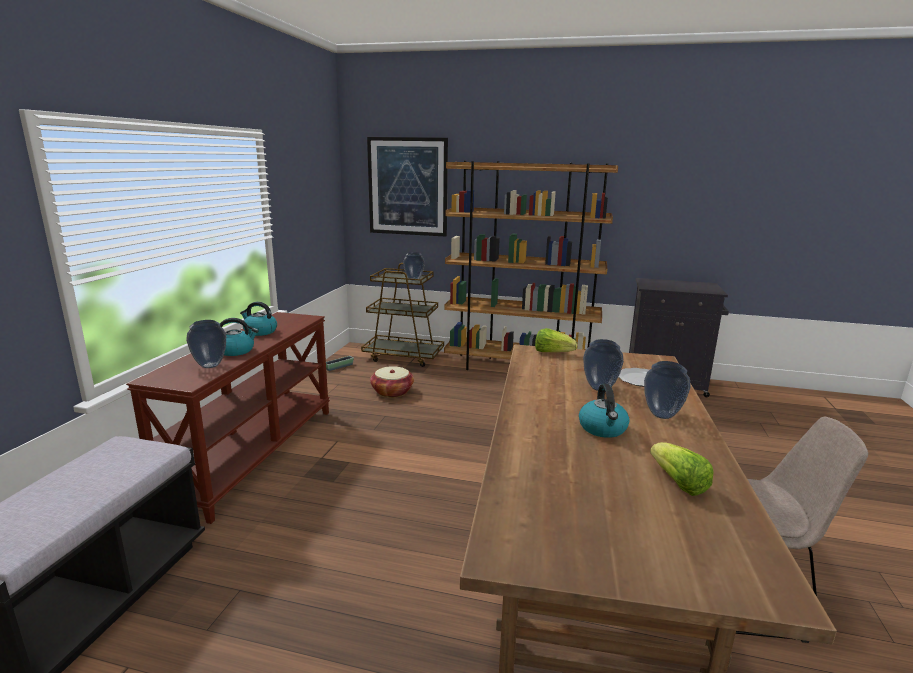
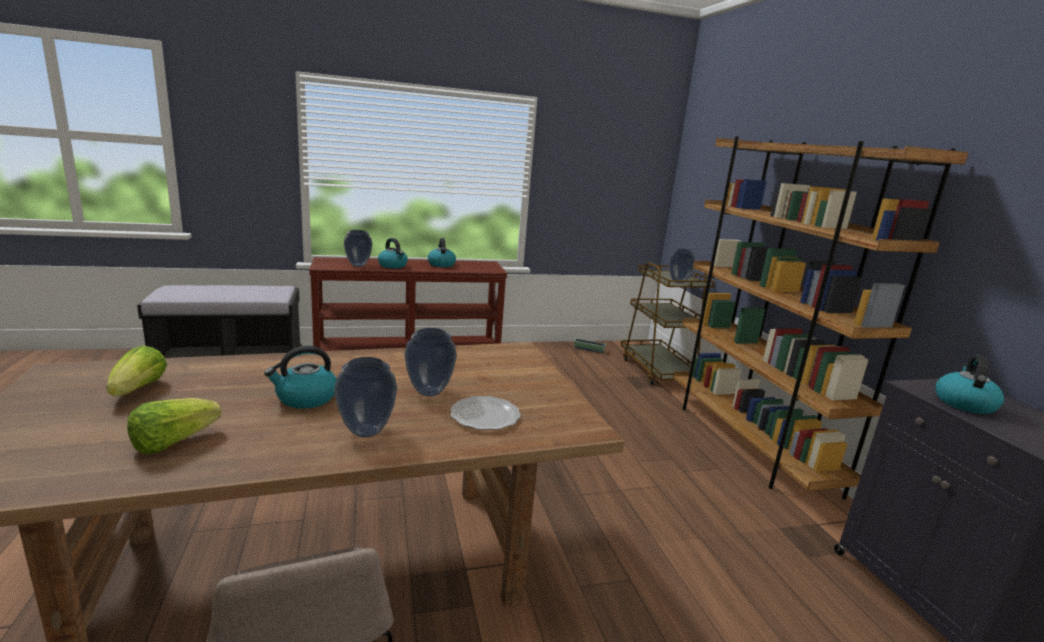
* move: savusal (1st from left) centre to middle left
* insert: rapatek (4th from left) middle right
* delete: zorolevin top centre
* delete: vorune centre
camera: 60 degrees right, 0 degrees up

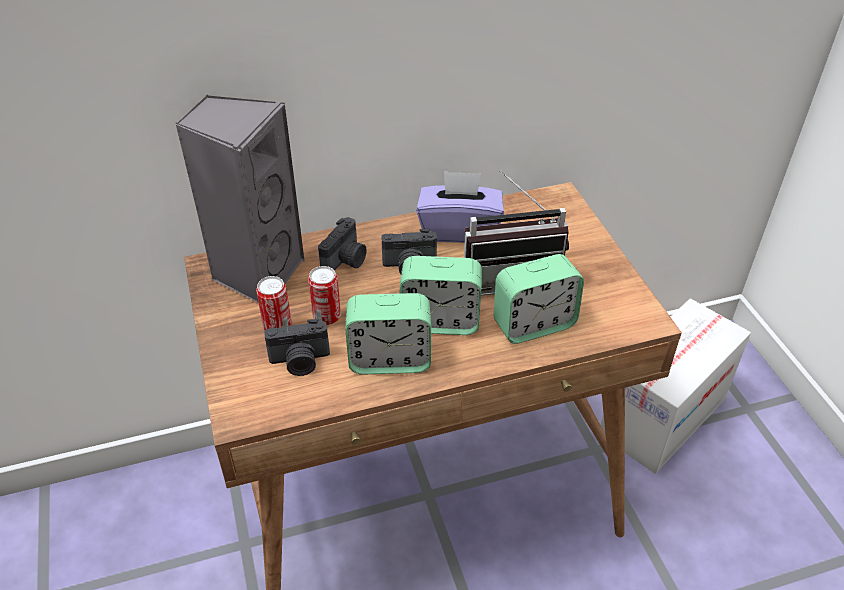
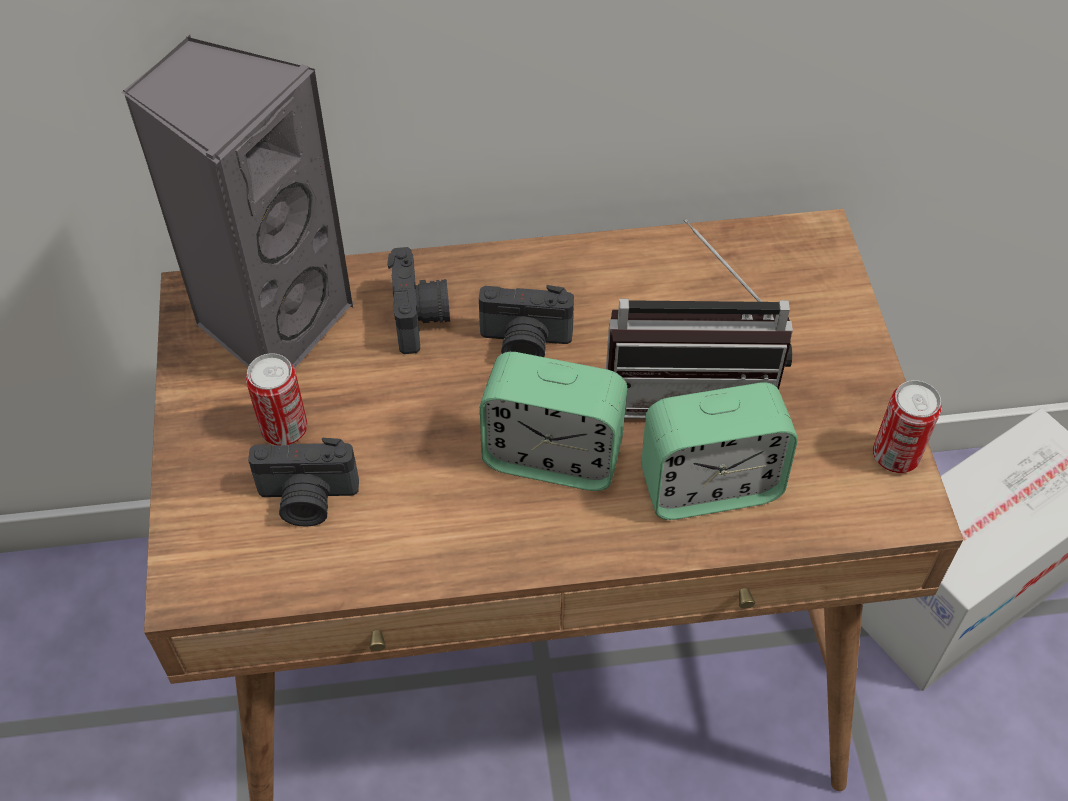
* rotate: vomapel (2nd from left) centre = centre 45 degrees counterclockwise
* move: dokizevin (2nd from left) centre to middle right
* delete: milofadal (1st from left) centre
* delete: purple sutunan centre
camera: 10 degrees right, 10 degrees up

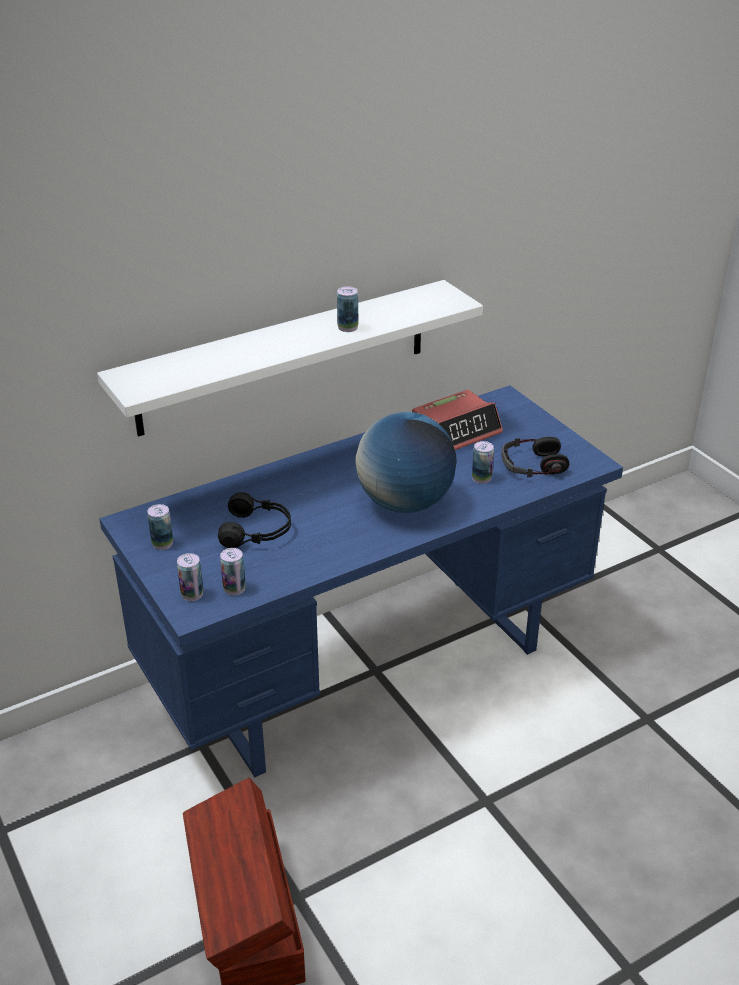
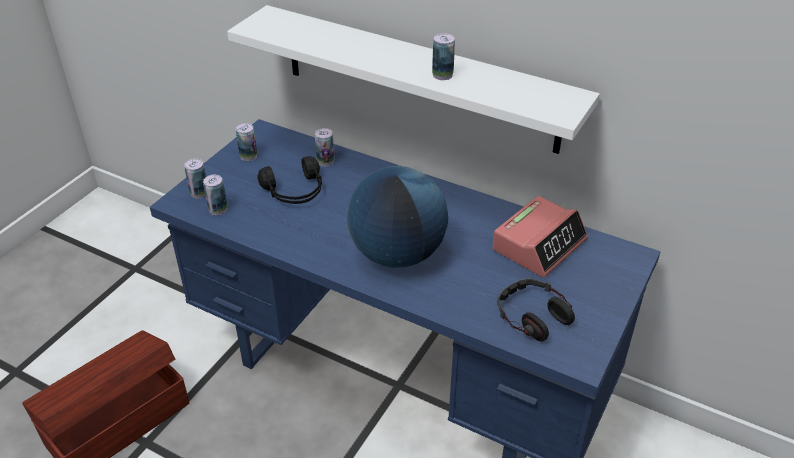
* move: dokizevin (5th from left in the first image) centre to dokizevin (4th from left) top centre
* rotate: milofadal centre = middle right 75 degrees counterclockwise
camera: 60 degrees right, 5 degrees up

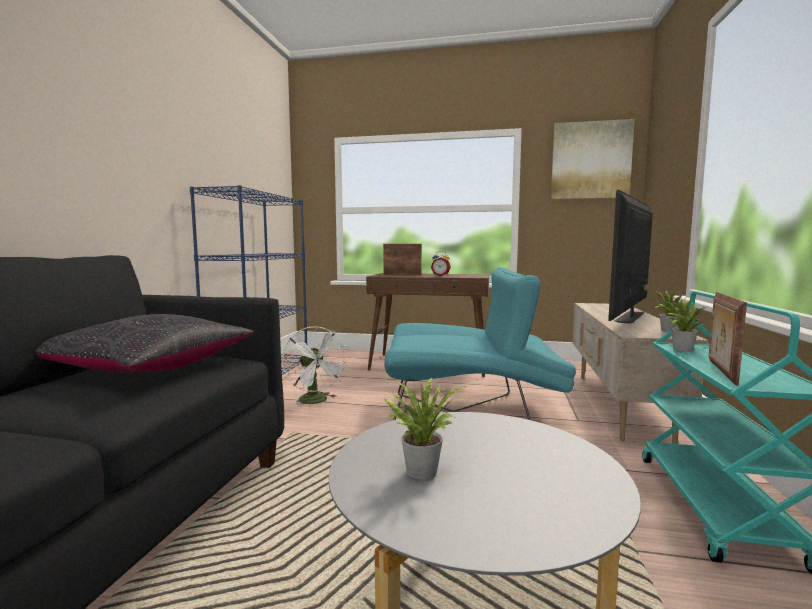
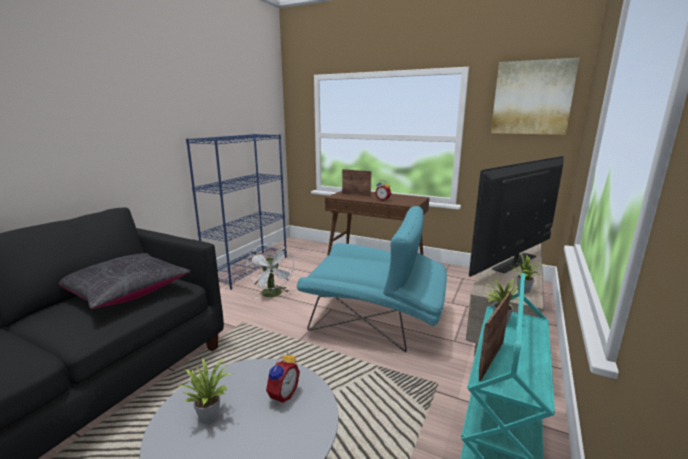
* insert: milofadal (1st from left) bottom centre
camera: 15 degrees right, 10 degrees up

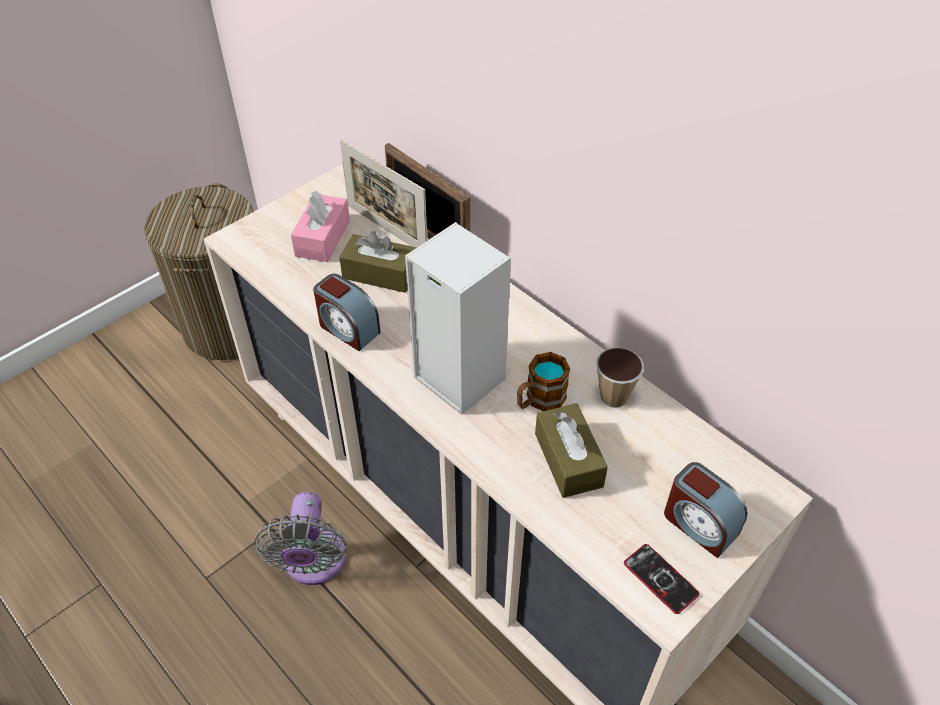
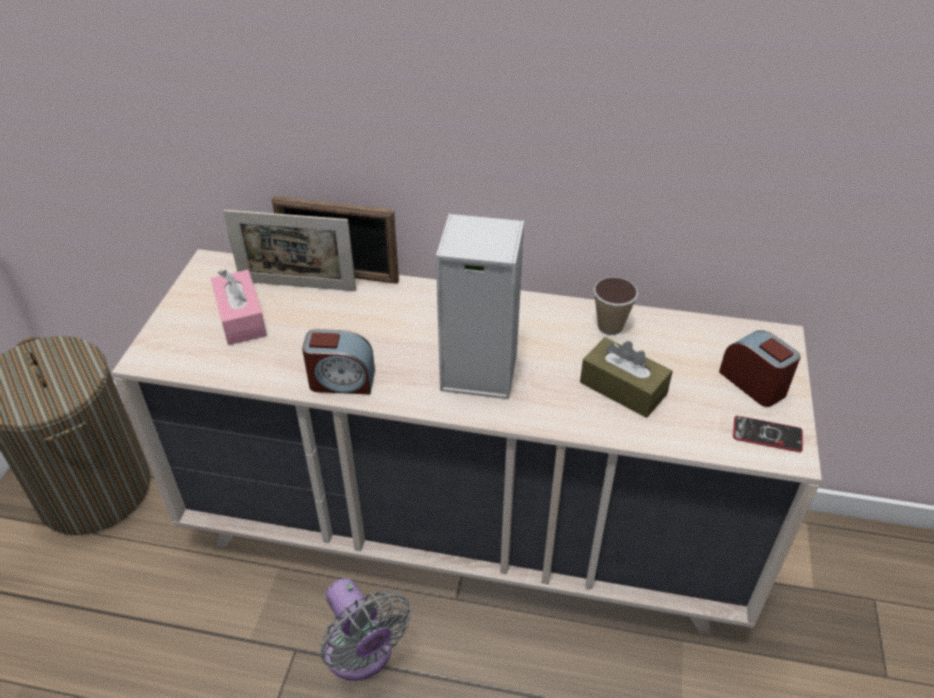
* rotate: milofadal (2nd from left) bottom right = middle right 135 degrees counterclockwise
* delete: brown sutunan (1st from left) centre
* delete: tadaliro centre
camera: 35 degrees left, 5 degrees down

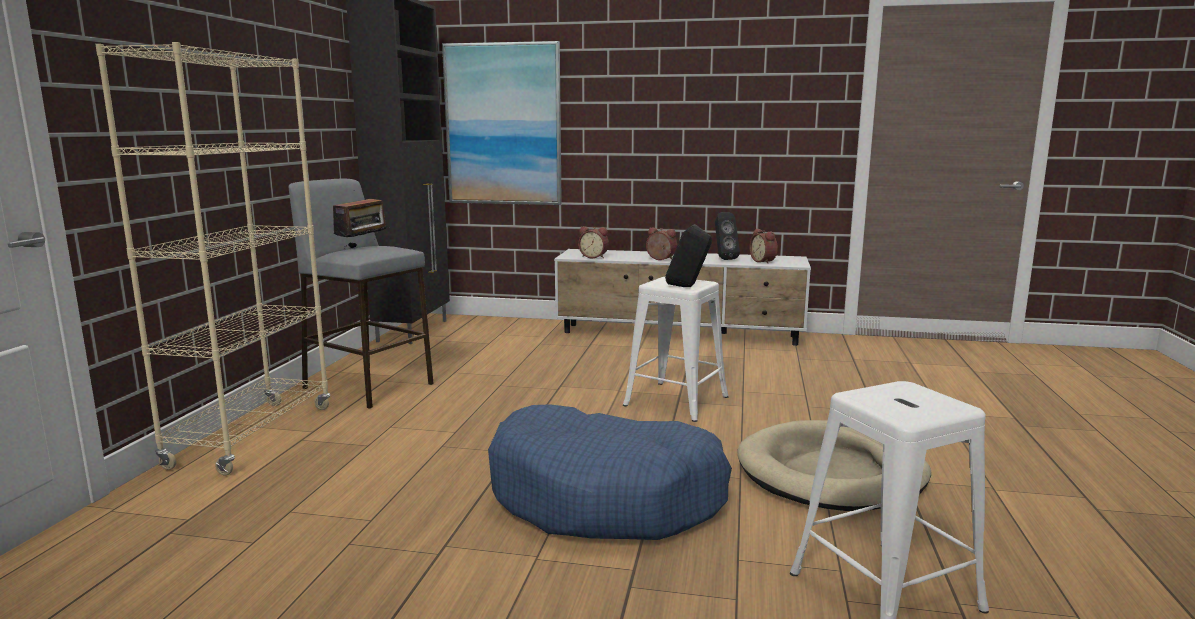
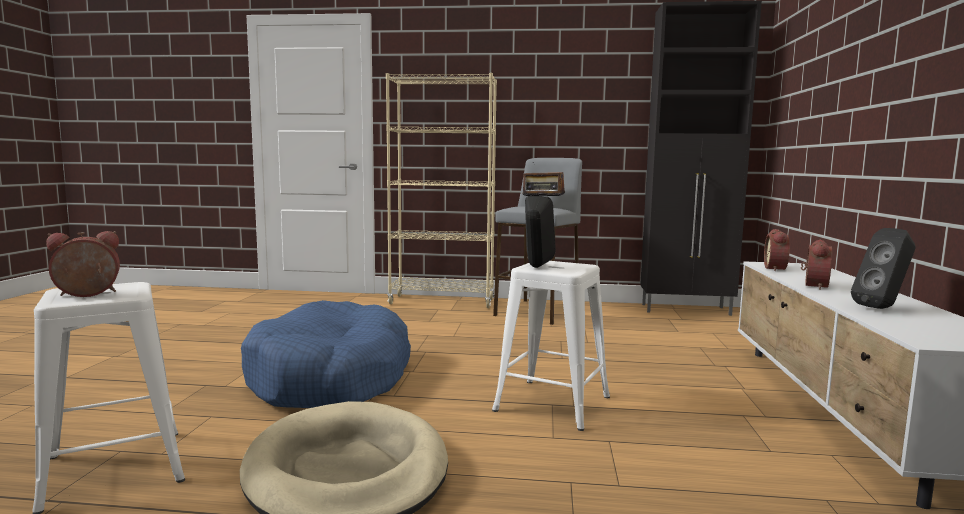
* move: milofadal (3rd from left in the first image) centre to milofadal (1st from left) middle left
* delete: zorolevin top centre
camera: 85 degrees right, 5 degrees down

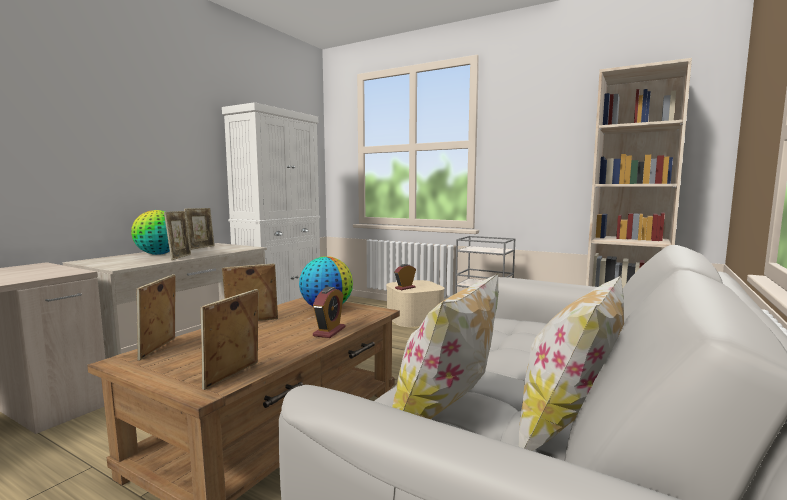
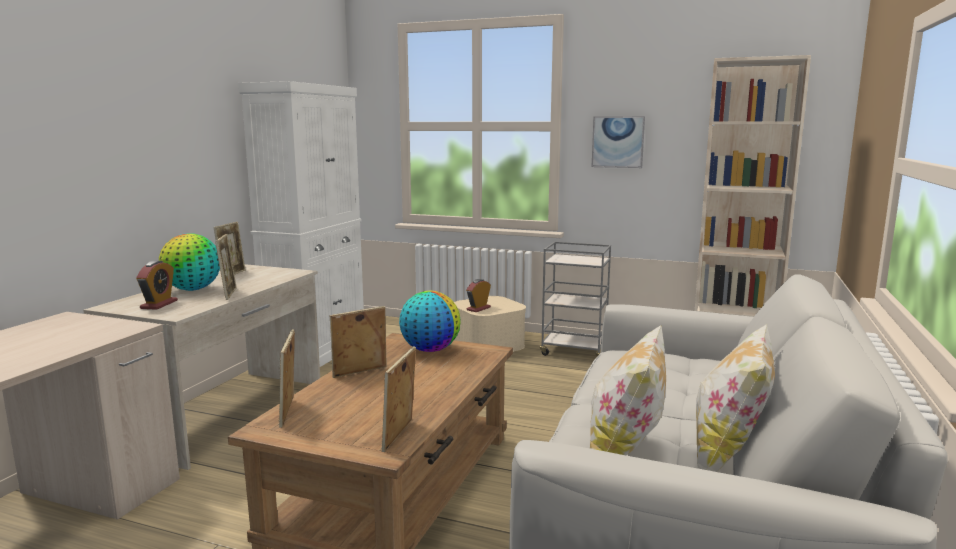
* move: milofadal (1st from left) centre to middle left
* insert: zorolevin top centre
camera: 10 degrees left, 5 degrees up

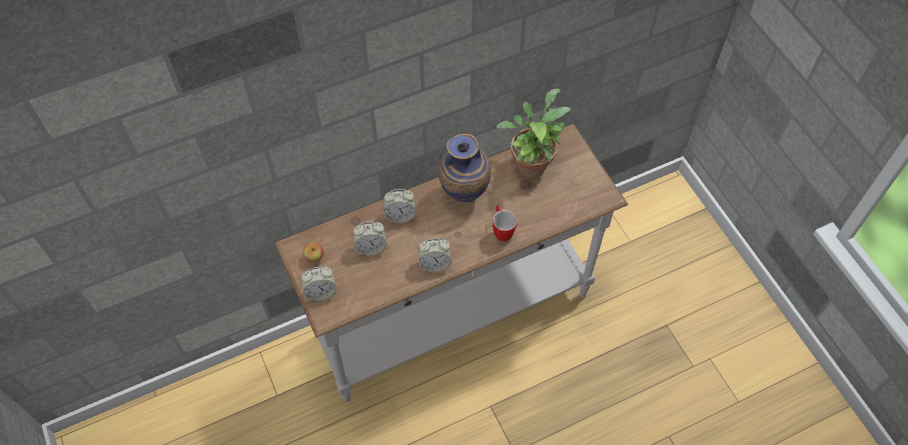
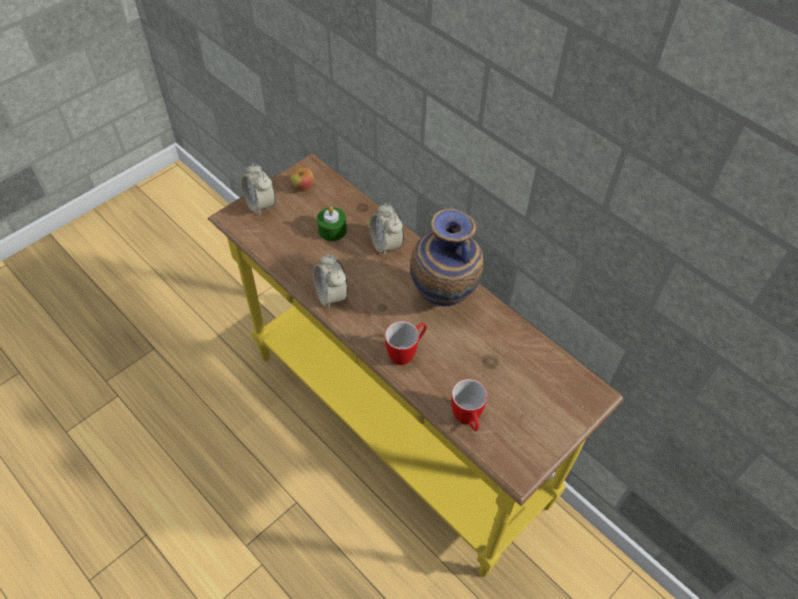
* recolor: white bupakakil centre to yellow bupakakil centre
* replace: milofadal (2nd from left) centre to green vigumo centre
* insert: tadaliro (2nd from left) bottom centre
* delete: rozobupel top centre
camera: 70 degrees right, 5 degrees down

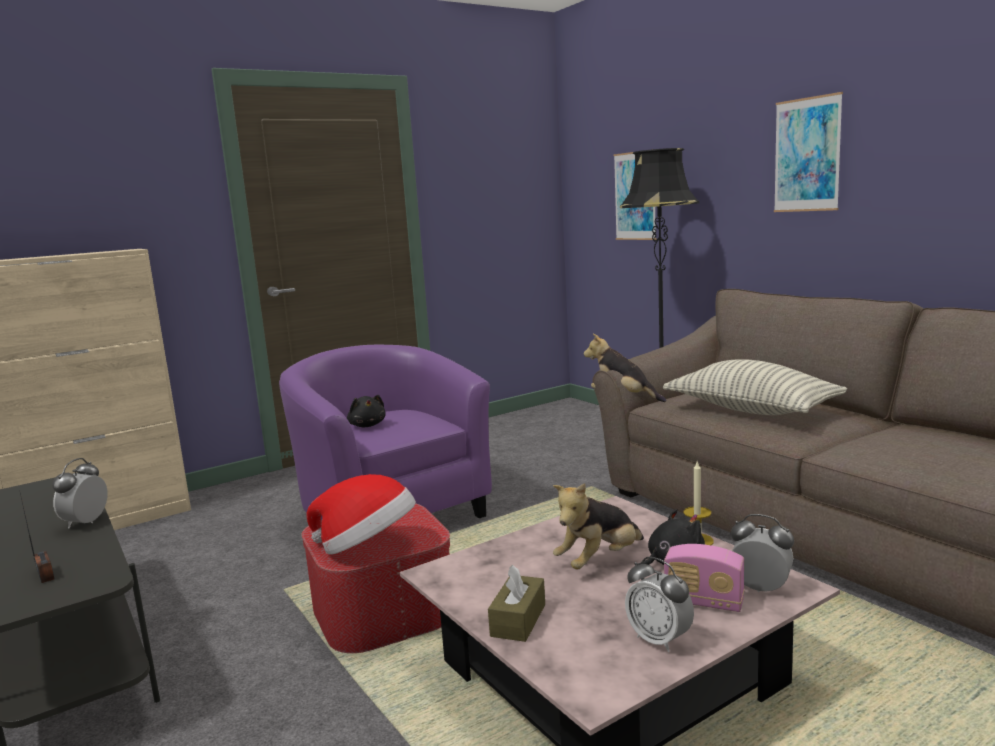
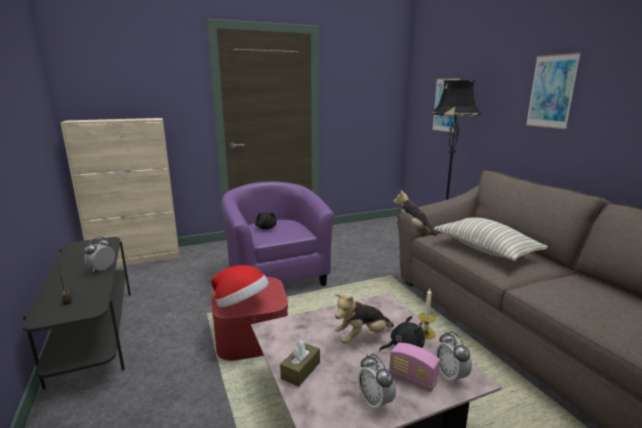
* rotate: milofadal (3rd from left) bottom right = bottom right 150 degrees counterclockwise
camera: 10 degrees right, 5 degrees up

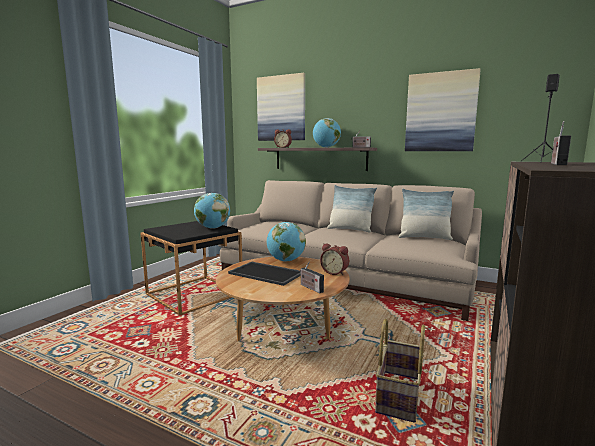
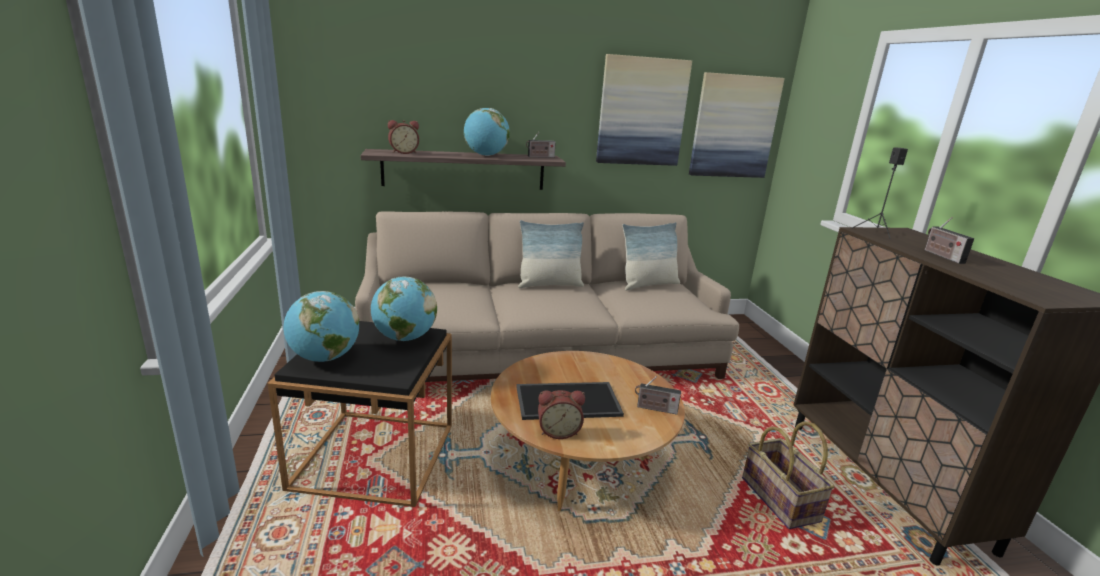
* move: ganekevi (2nd from left in the first image) centre to ganekevi (1st from left) middle left
* move: milofadal (2nd from left) centre to bottom centre
* move: zorolevin (1st from left in the first image) top centre to zorolevin (2nd from left) top right
camera: 40 degrees left, 10 degrees up

